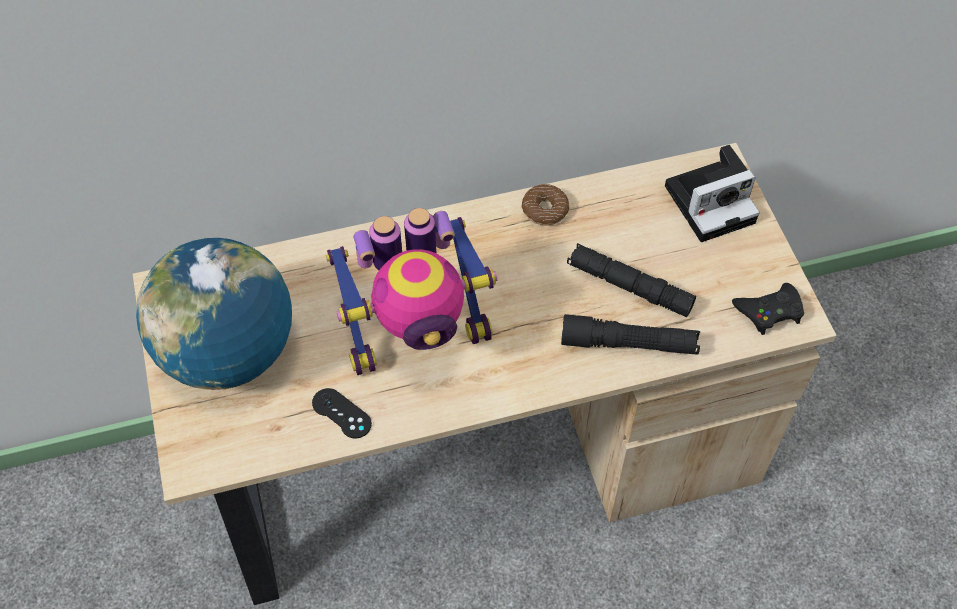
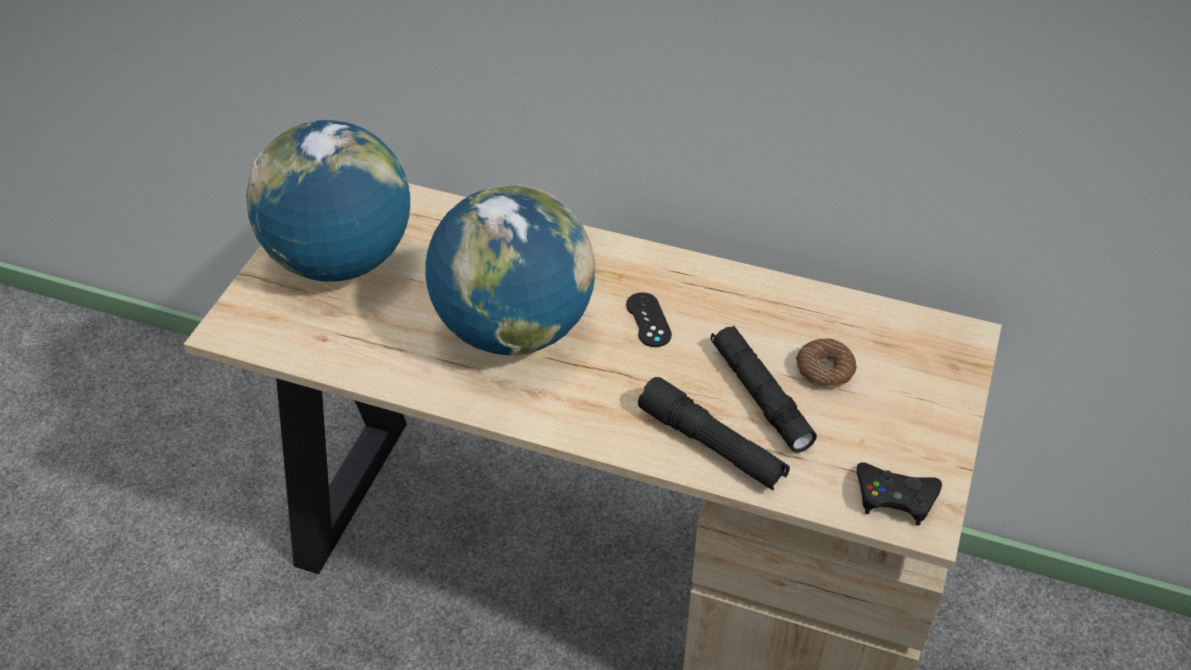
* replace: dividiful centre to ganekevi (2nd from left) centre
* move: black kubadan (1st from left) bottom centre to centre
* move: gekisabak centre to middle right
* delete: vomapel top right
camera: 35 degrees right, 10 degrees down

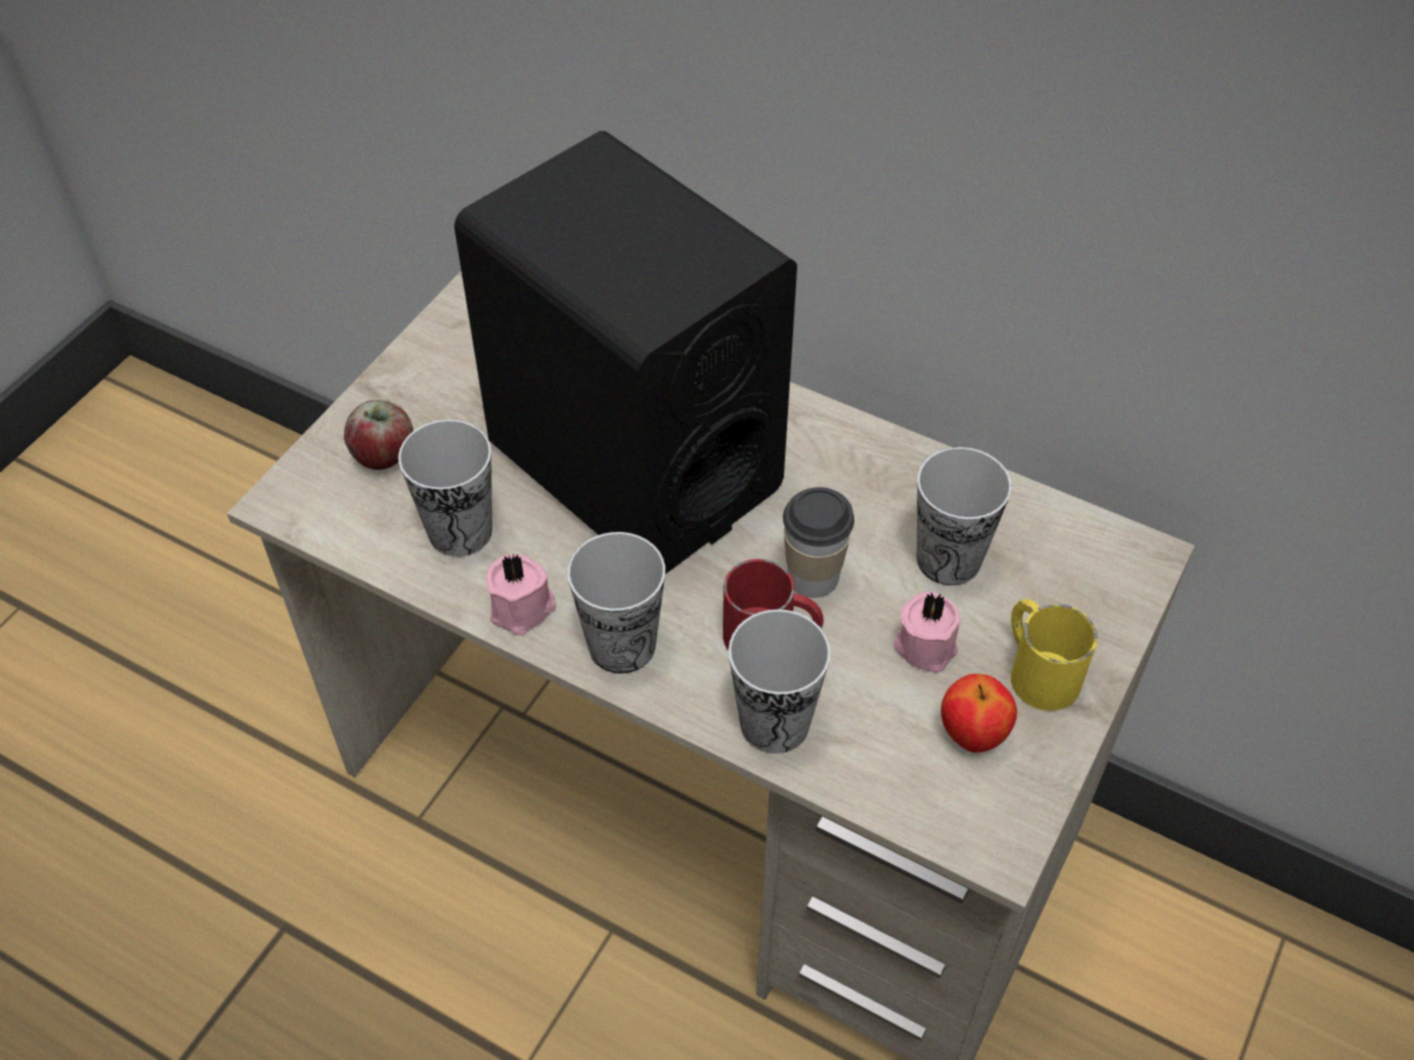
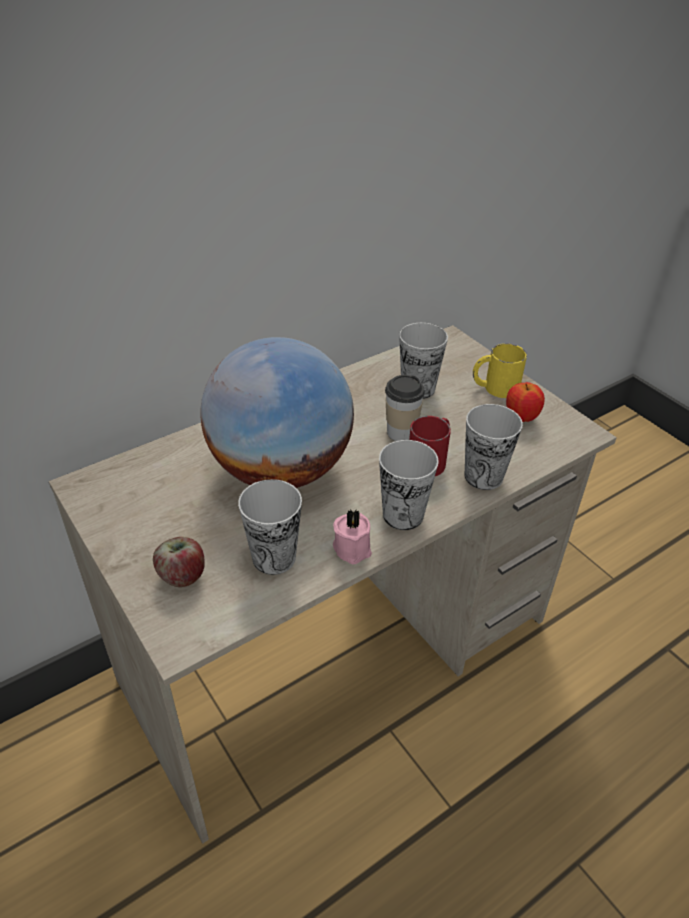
* replace: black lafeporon top centre to ganekevi centre
* delete: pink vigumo (2nd from left) centre
camera: 65 degrees left, 10 degrees down

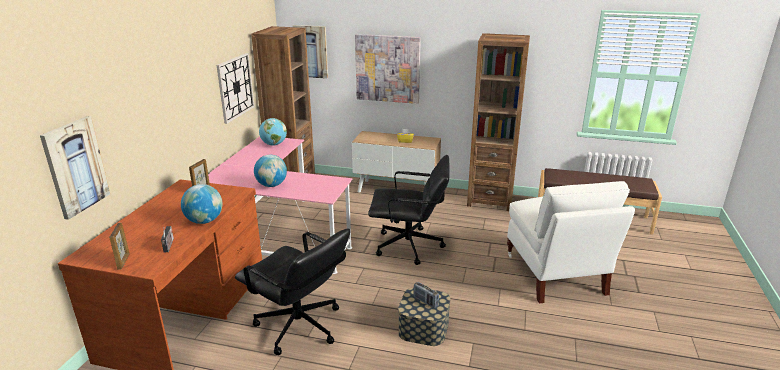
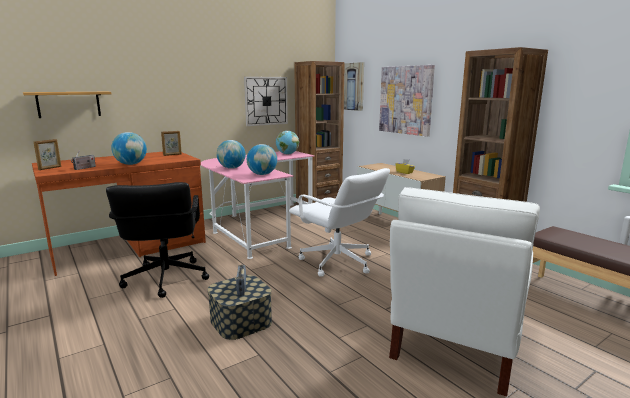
* replace: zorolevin (1st from left) middle left to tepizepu top left
* insert: ganekevi (3rd from left) centre
* recolor: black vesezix (2nd from left) centre to white vesezix centre
camera: 40 degrees right, 10 degrees down

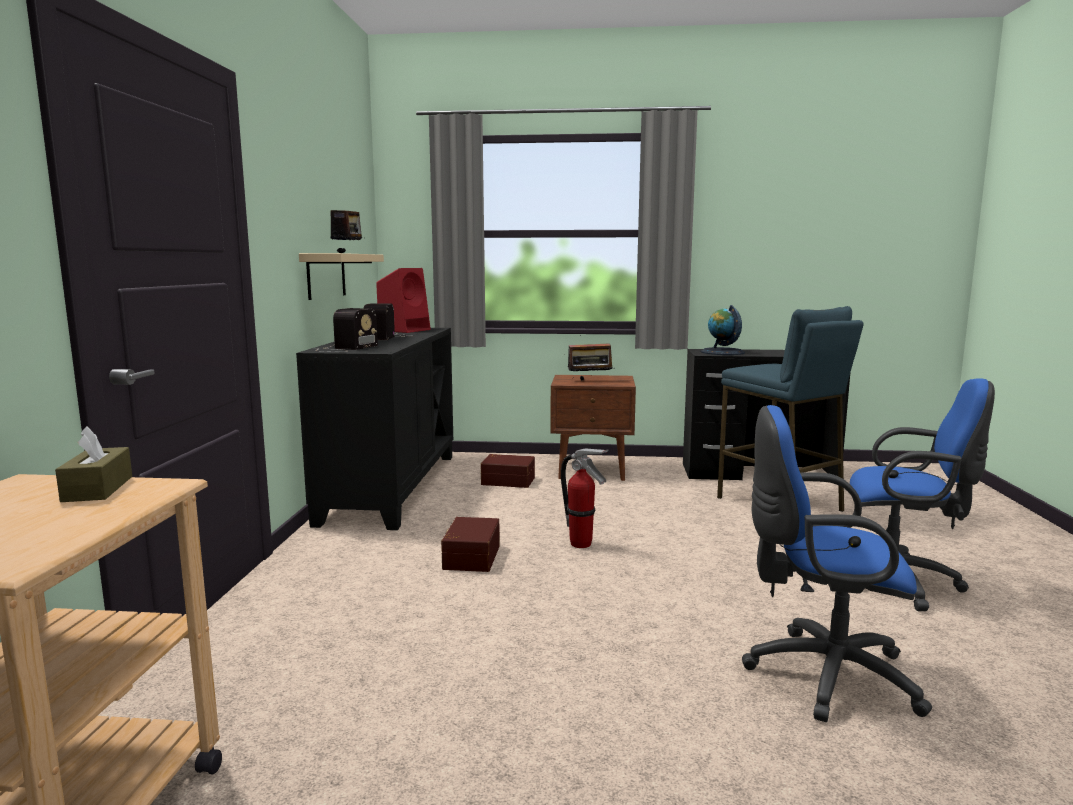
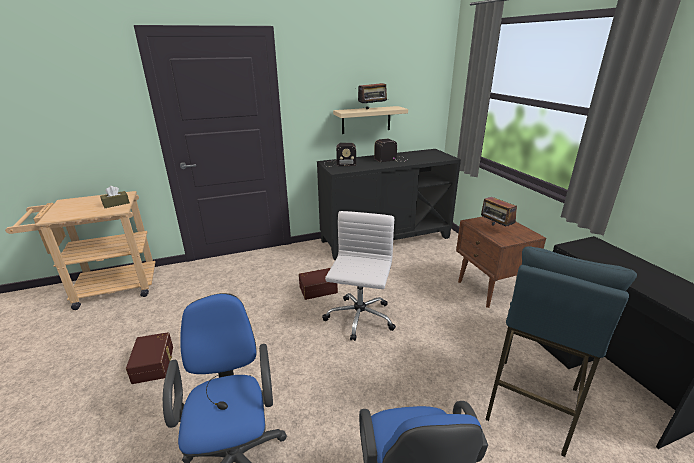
* move: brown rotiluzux (2nd from left in the first image) centre to brown rotiluzux (1st from left) bottom left
* replace: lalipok centre to white vesezix centre
* delete: red lafeporon centre
* delete: ganekevi middle right
camera: 65 degrees right, 15 degrees up

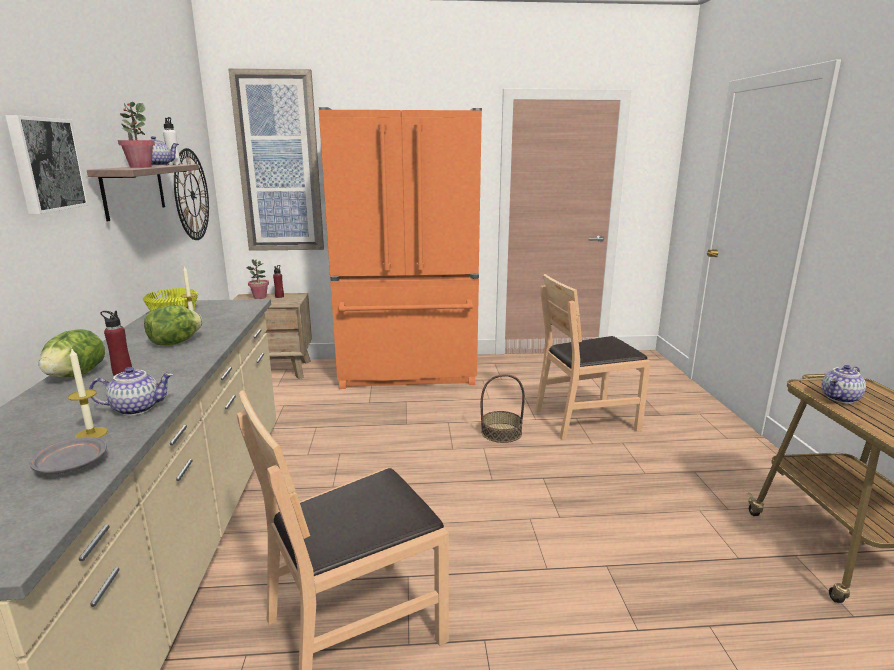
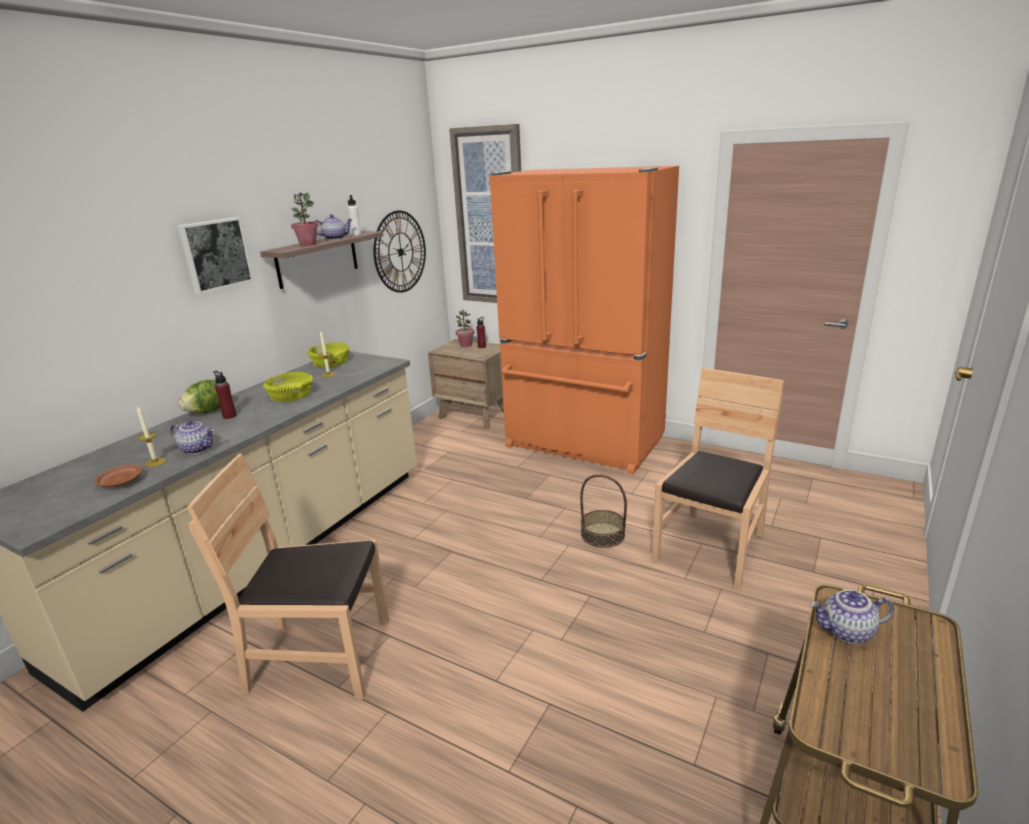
* recolor: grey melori bottom left to brown melori middle left
* replace: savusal (2nd from left) middle left to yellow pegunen (1st from left) middle left
* rotate: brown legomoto (2nd from left) centre = middle right 105 degrees clockwise
camera: 35 degrees right, 5 degrees up

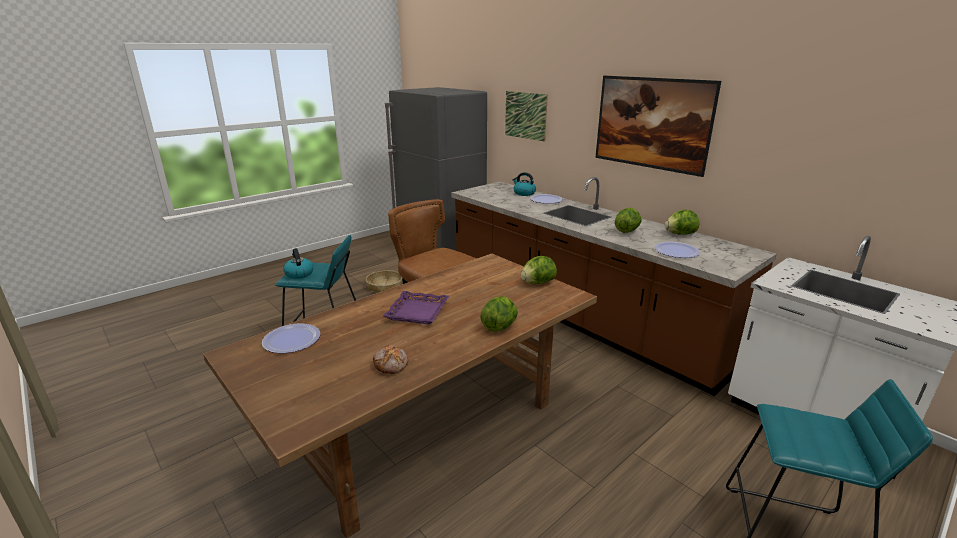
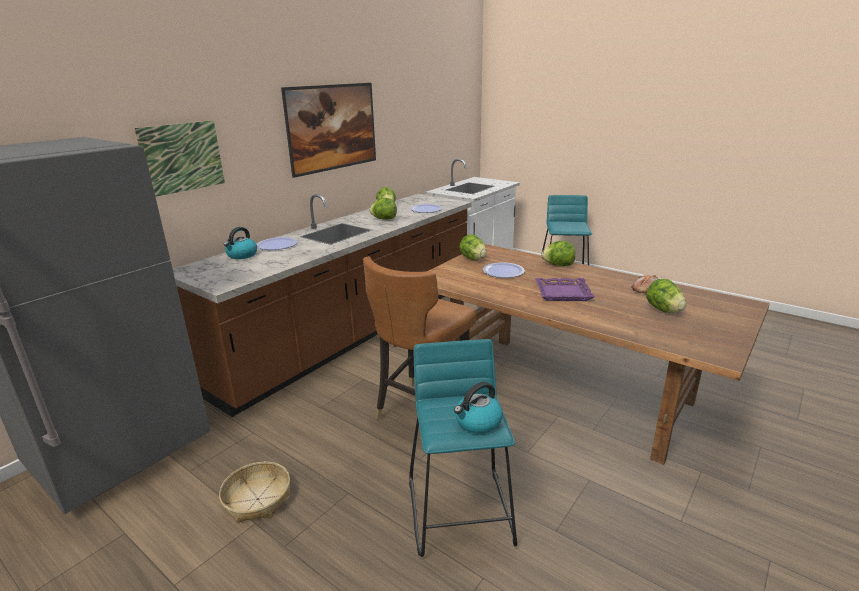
* move: melori (1st from left in the first image) middle left to melori (3rd from left) centre
* insert: savusal (5th from left) middle right
camera: 100 degrees left, 0 degrees up

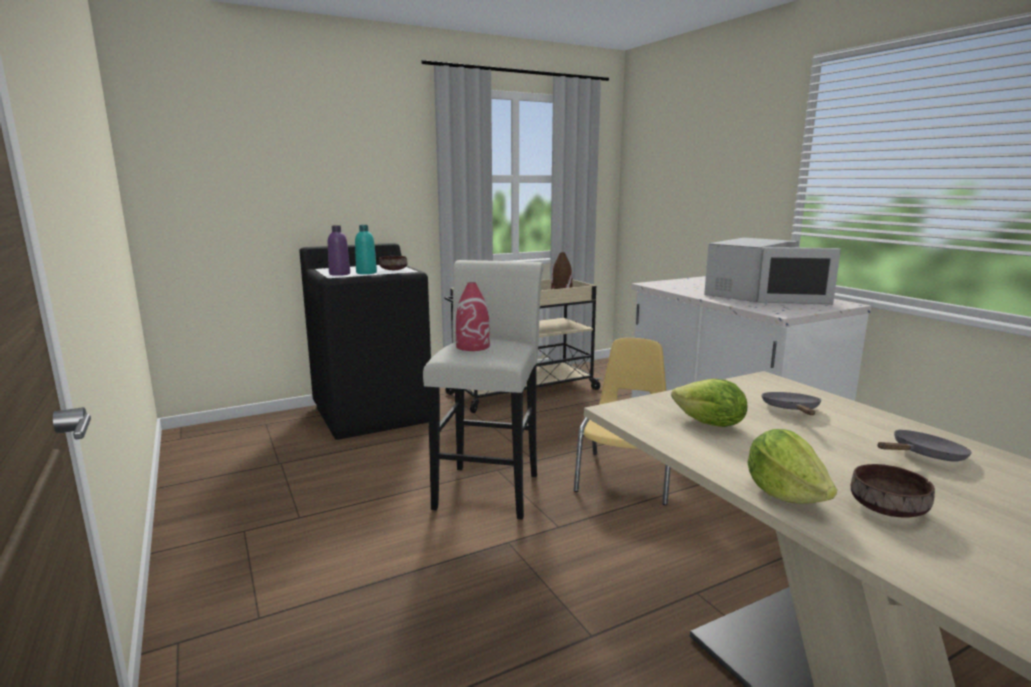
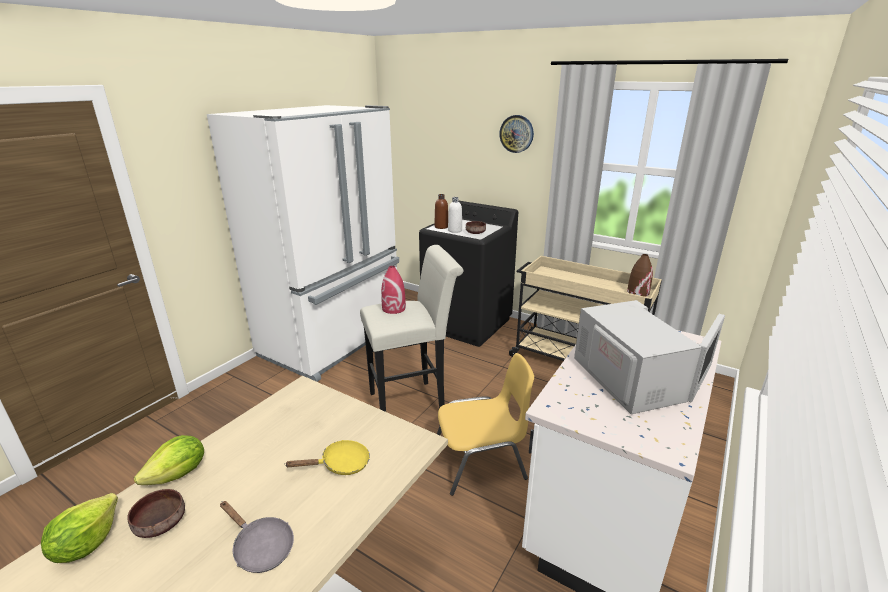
* move: savusal (1st from left) middle right to bottom left
* insert: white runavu centre
* recolor: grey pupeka (1st from left) middle right to yellow pupeka bottom centre
* recolor: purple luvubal middle left to brown luvubal centre
* recolor: turquoise luvubal centre to white luvubal centre
* insert: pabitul top centre
* rotate: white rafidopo middle right = middle right 120 degrees counterclockwise
camera: 60 degrees right, 10 degrees up

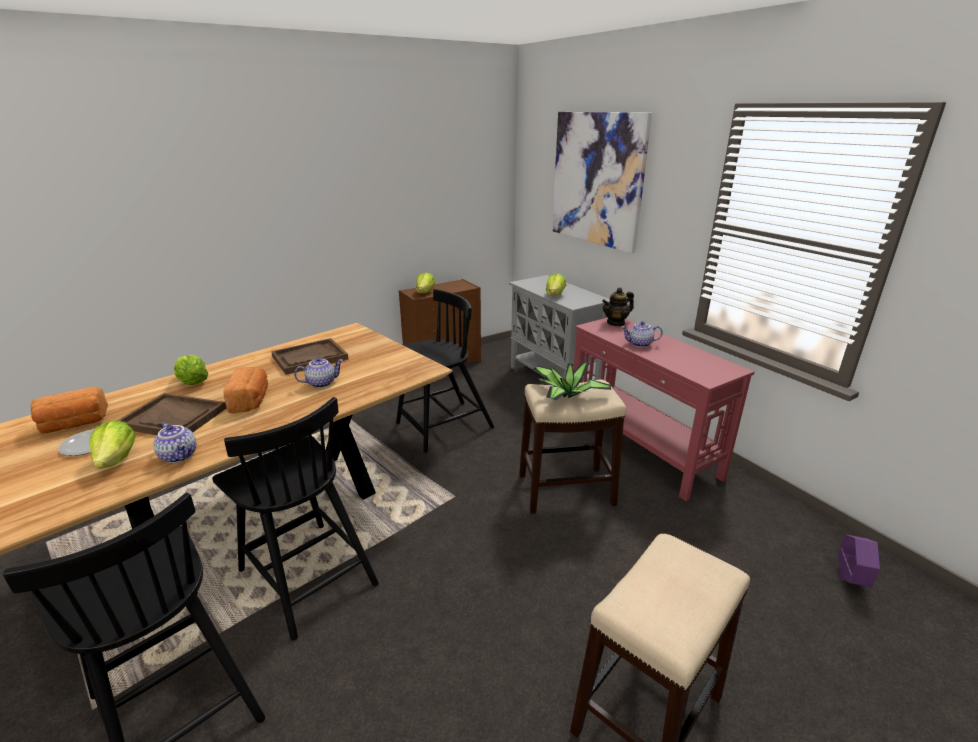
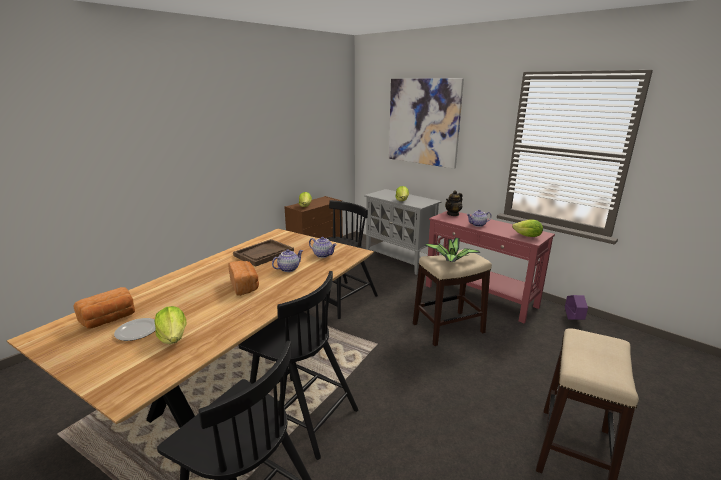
* move: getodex (1st from left in the first image) middle left to getodex (2nd from left) centre
* move: savusal (2nd from left in the first image) middle left to savusal (4th from left) middle right
* move: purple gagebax bottom right to middle right
* delete: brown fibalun (1st from left) middle left
camera: 15 degrees left, 5 degrees down

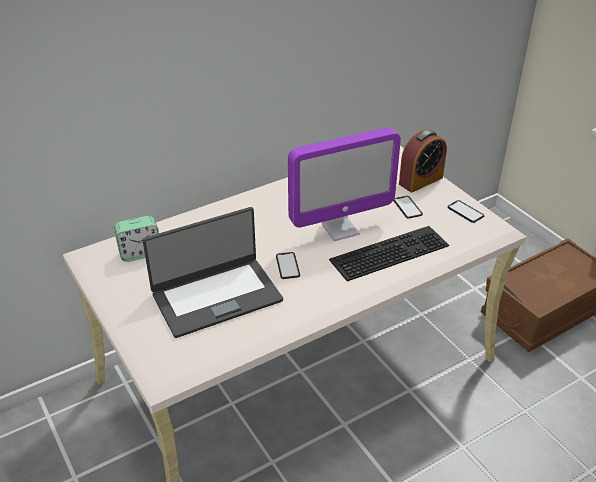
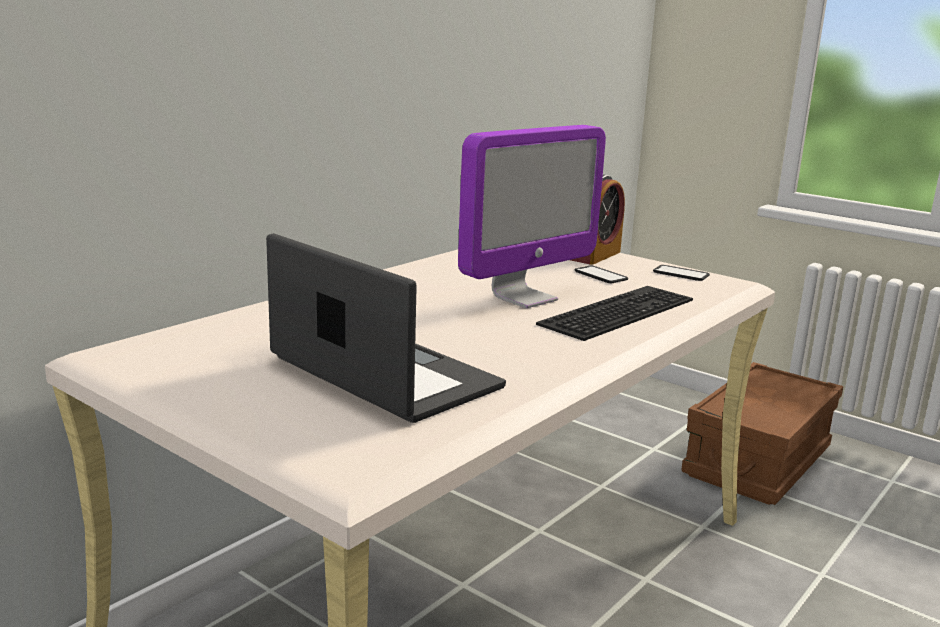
* rotate: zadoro centre = centre 90 degrees counterclockwise
* delete: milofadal (1st from left) middle left
* delete: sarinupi (1st from left) centre
camera: 20 degrees left, 20 degrees down

